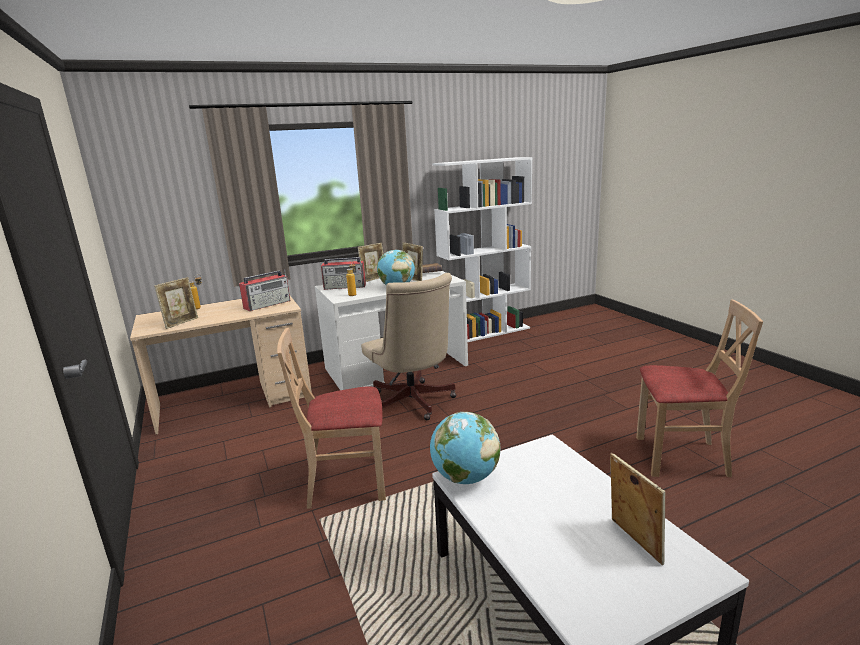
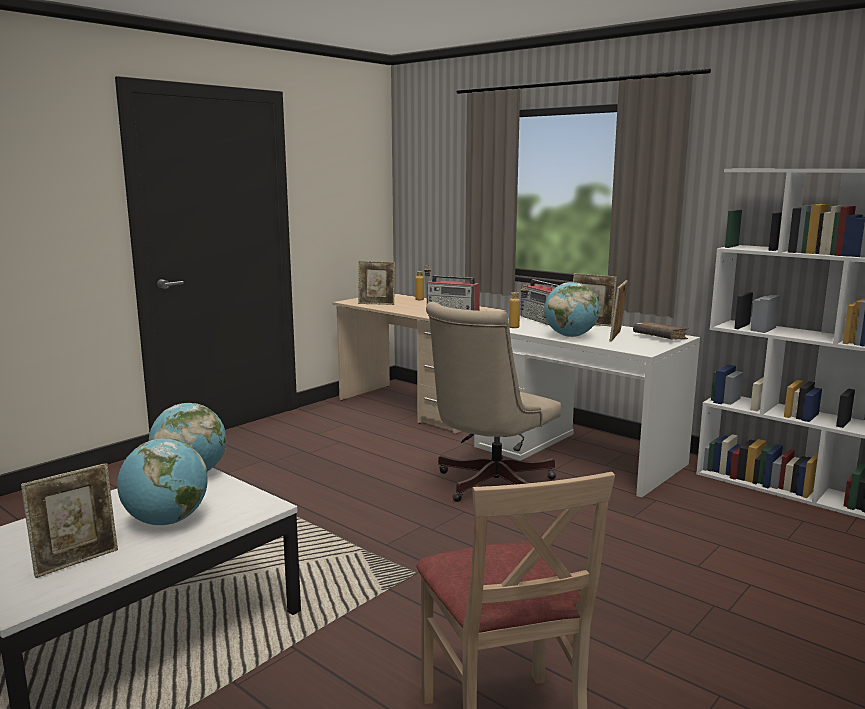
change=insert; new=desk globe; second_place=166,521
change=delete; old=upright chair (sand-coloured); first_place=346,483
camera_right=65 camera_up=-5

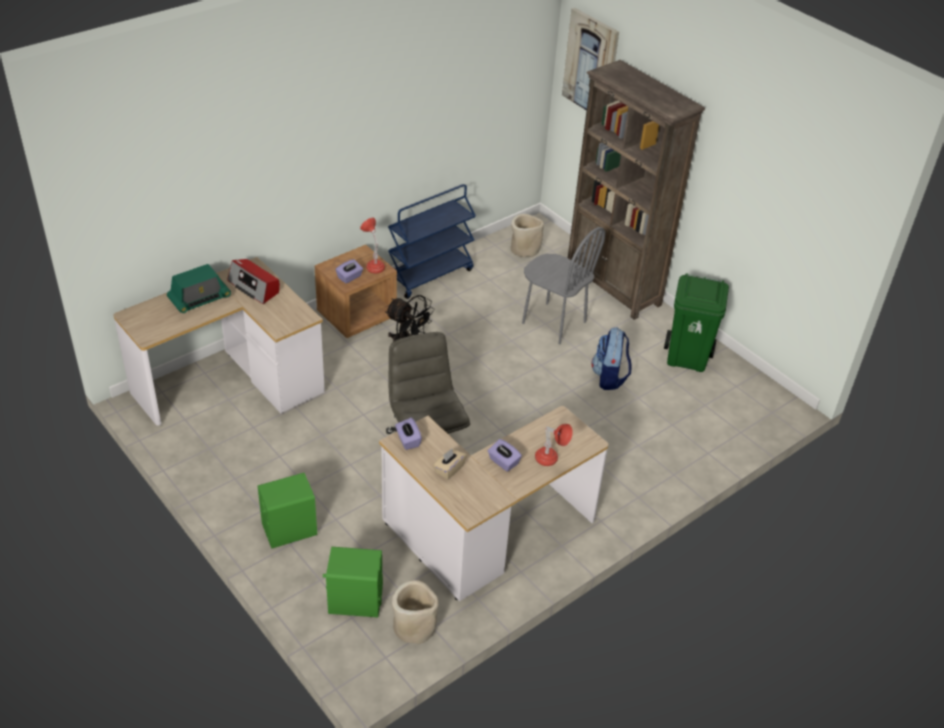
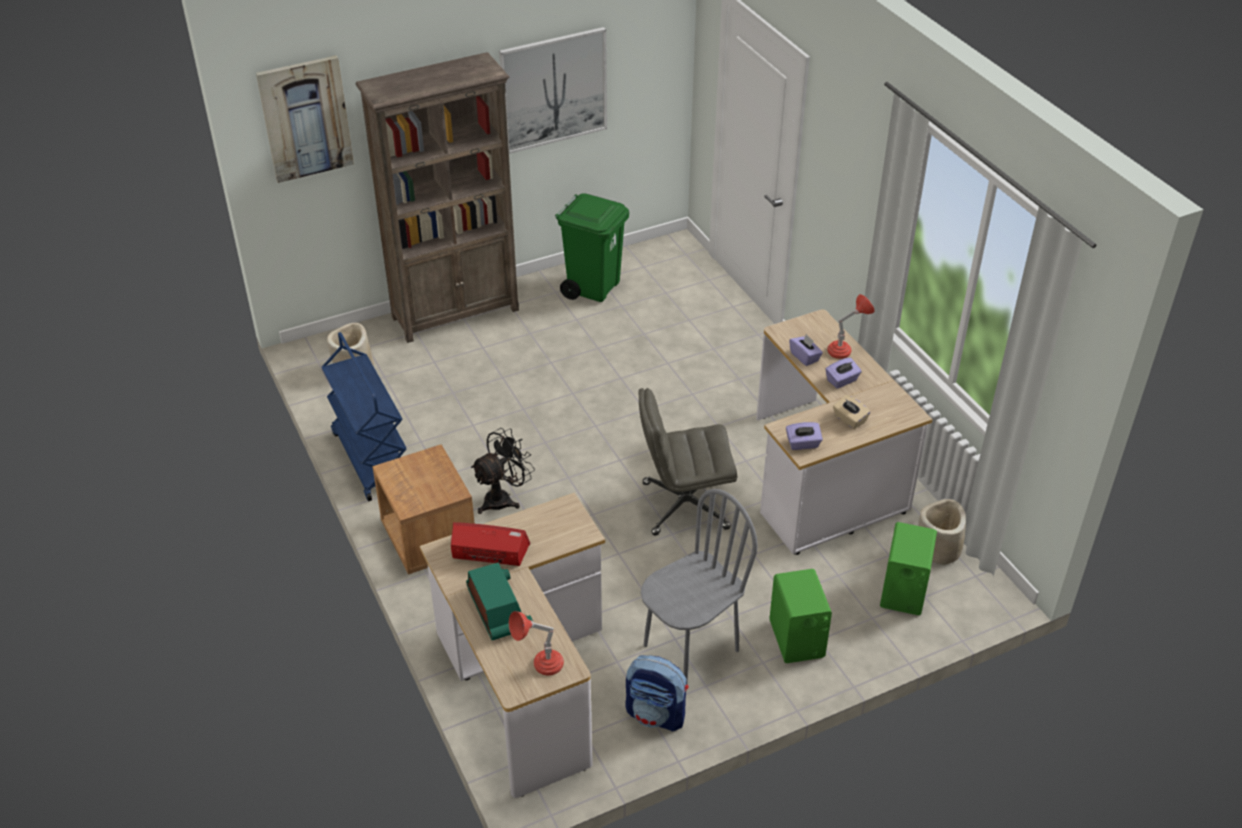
change=rotate; old=radio; first_place=254,287; second_place=489,552; degrees=-135
change=insert; new=wall picture; second_place=553,90
change=move; old=lamp for a table (red-coloured); first_place=373,265; second_place=539,666
change=move; old=rucksack; first_place=609,377; second_place=656,714
change=move; old=upright chair (gray); first_place=553,323; second_place=690,647
change=move; old=tissue holder (purplish); first_place=349,277; second_place=805,357
camera_right=-75 camera_up=0

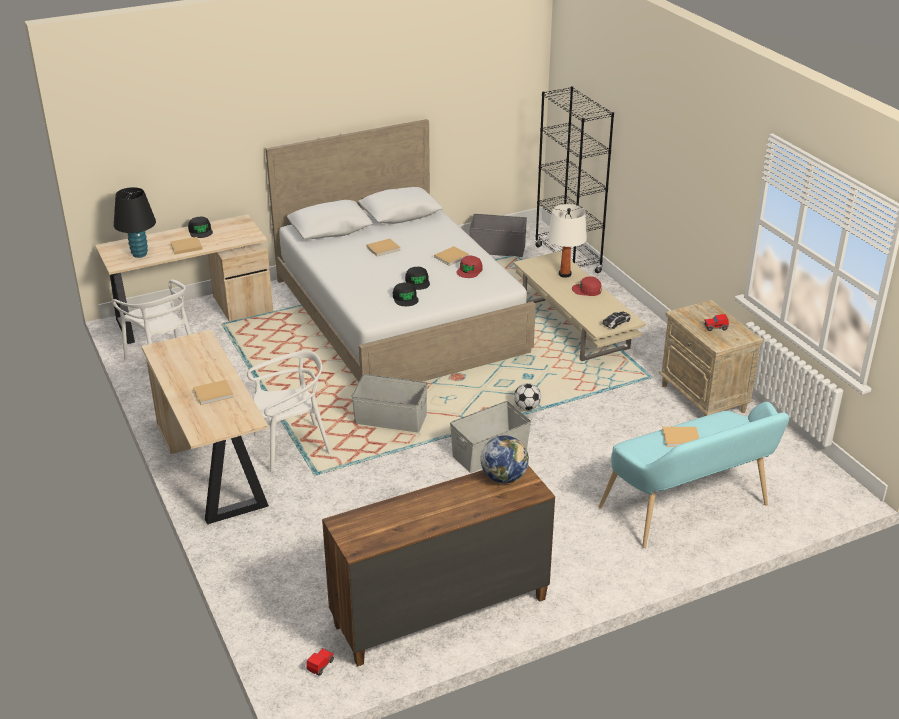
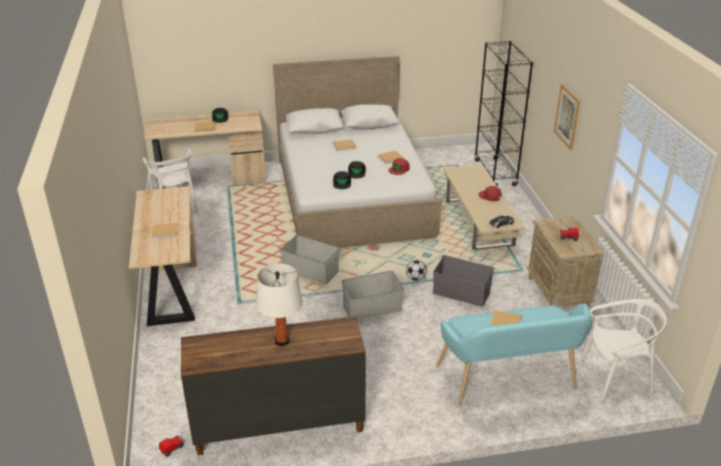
change=move; old=lamp for a table (white); first_place=565,274; second_place=282,341
change=move; old=storage box (gray); first_place=497,249; second_place=461,293
change=insert; new=wall picture; second_place=567,116
change=move; old=upright chair (white); first_place=291,446; second_place=615,378
change=delete; old=lamp for a table (black); first_place=139,254
change=delete; old=desk globe; first_place=504,477
camera_right=15 camera_up=0

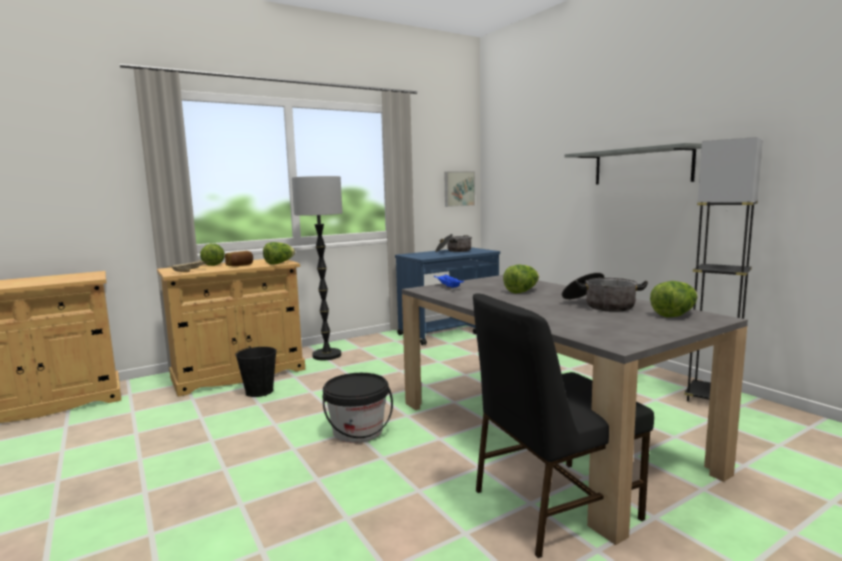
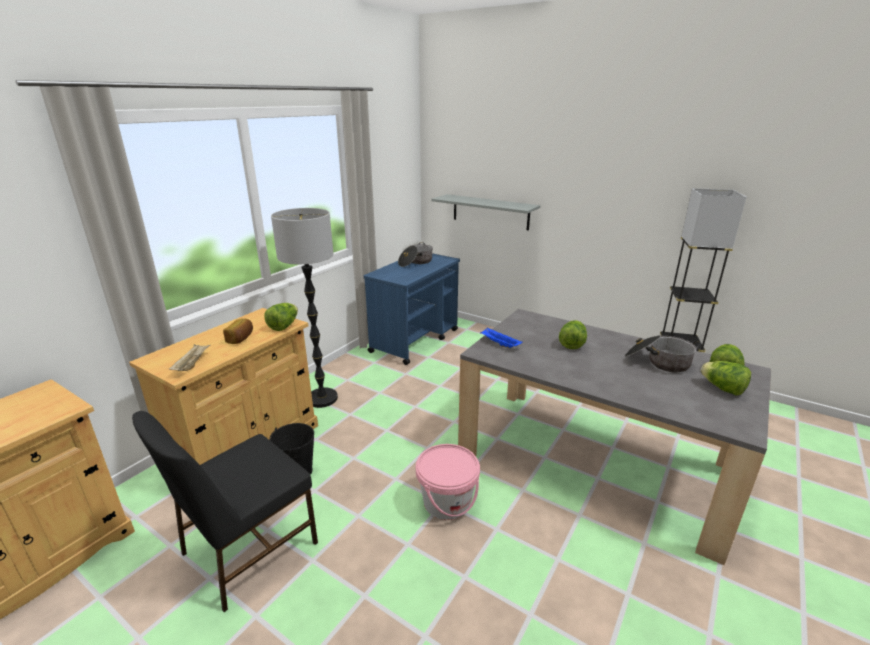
change=move; old=upright chair (black); first_place=552,504; second_place=247,549
change=recolor; old=water bucket (black); new=water bucket (pink); first_place=358,431; second_place=447,501
change=move; old=wall shelf (gray); first_place=641,166; second_place=490,212
change=move; old=lettuce head; first_place=213,264; second_place=722,389
change=delete; old=wall picture; first_place=458,189
camera_right=-25 camera_up=15

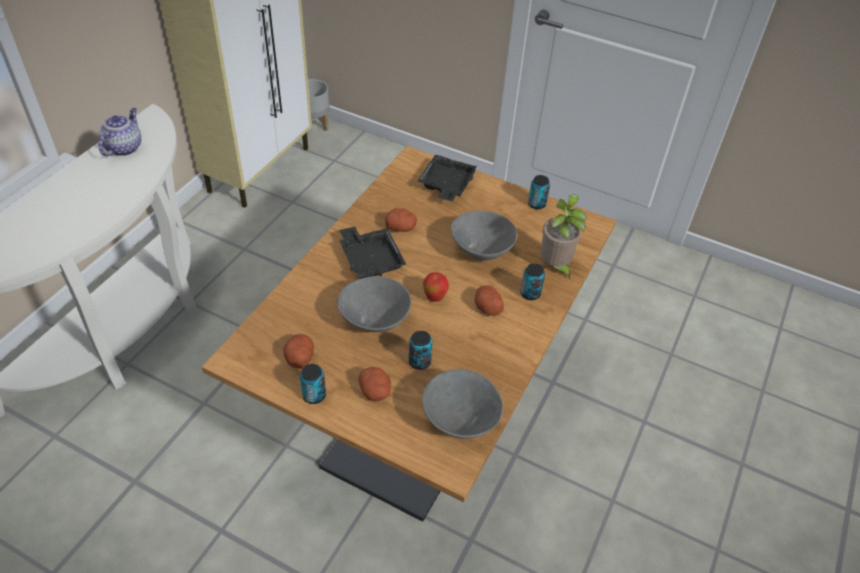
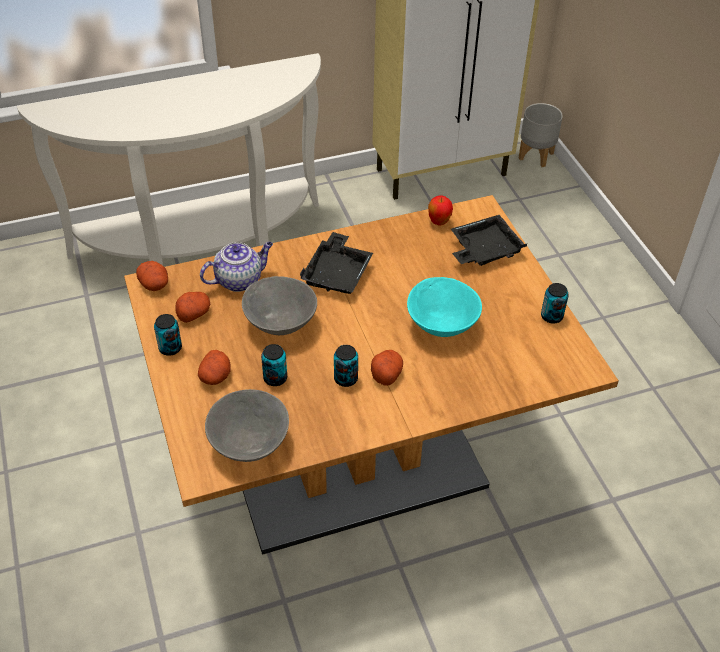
change=move; old=whole potato; first_place=401,227; second_place=155,284
change=move; old=pot for tea; first_place=124,147; second_place=239,280
change=move; old=can; first_place=530,294; second_place=346,379
change=recolor; old=bowl (gray); new=bowl (turquoise-coloured); first_place=481,251; second_place=442,324
change=move; old=apple; first_place=435,298; second_place=439,222
change=delete; old=plant in a pot; first_place=555,267
camera_right=45 camera_up=0

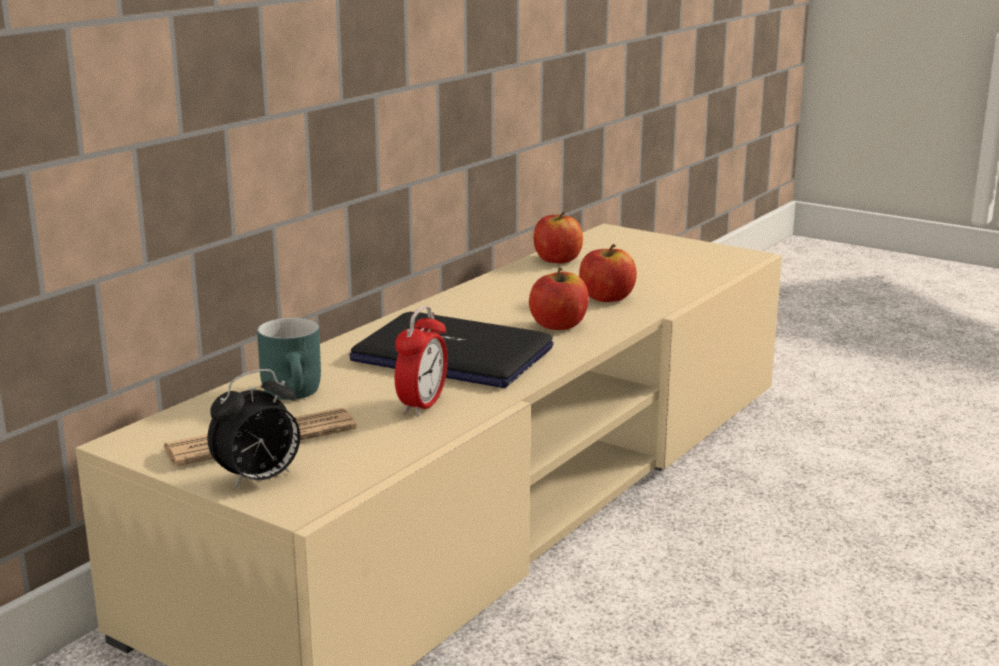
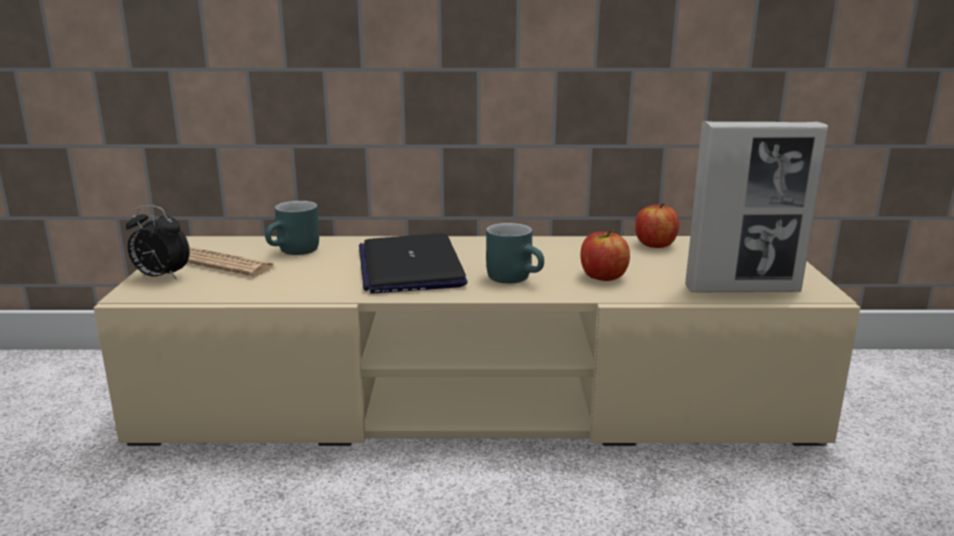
change=replace; old=apple; new=mug (turquoise-coloured); first_place=558,325; second_place=516,277
change=insert; new=picture frame; second_place=743,289
change=delete; old=alarm clock; first_place=422,405
camera_right=55 camera_up=0

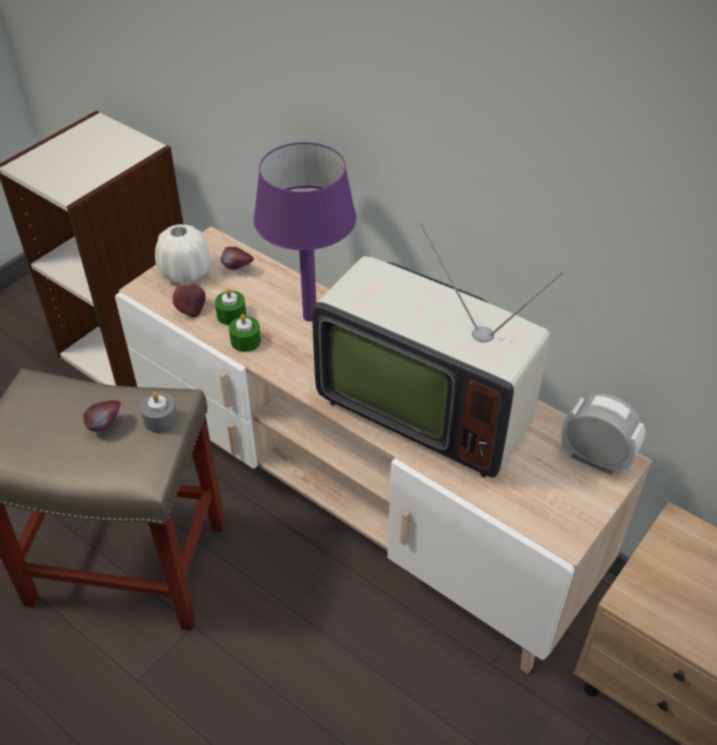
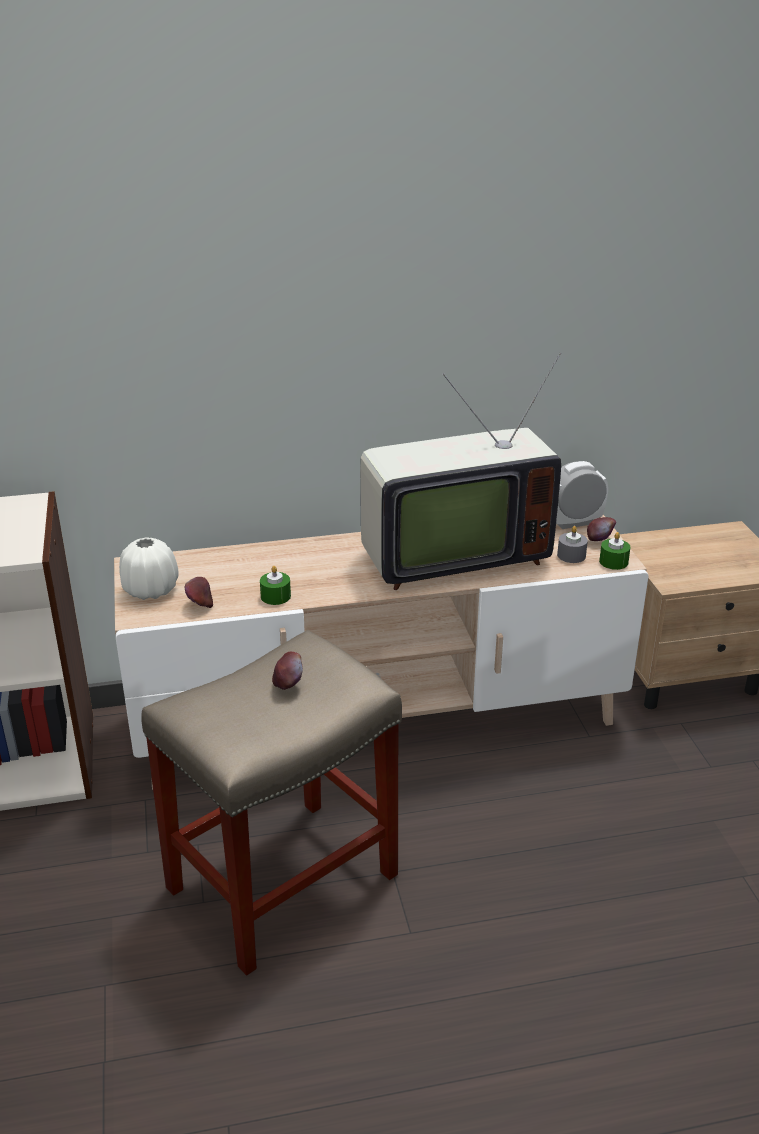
change=move; old=wax candle (gray); first_place=161,420; second_place=571,555
change=move; old=apple; first_place=238,269; second_place=599,540
change=move; old=wax candle (greenish); first_place=231,315; second_place=613,562
change=delete; old=lamp for a table (purplish); first_place=310,316
camera_right=-50 camera_up=-15

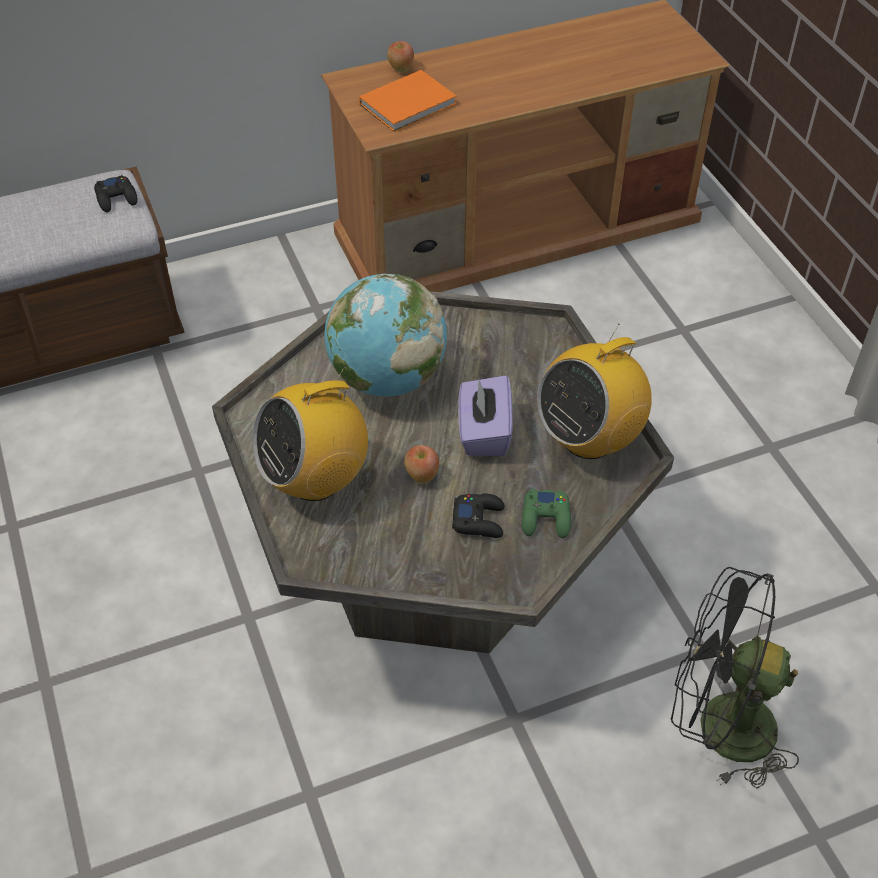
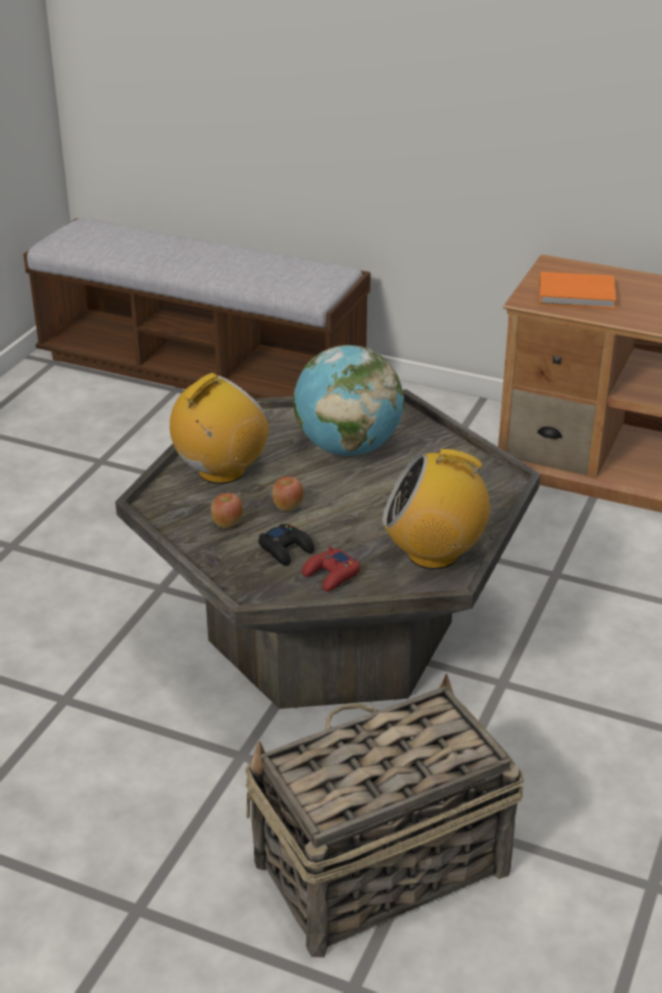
change=rotate; old=radio; first_place=315,479; second_place=221,471; degrees=120
change=move; old=apple; first_place=400,68; second_place=227,523
change=replace; old=cooling fan (black); new=basket; first_place=718,726; second_place=378,868
change=recolor; old=gamepad (greenish); new=gamepad (red-coloured); first_place=546,518; second_place=331,575
change=delete; old=gamepad (black); first_place=117,198
change=delete; old=tissue holder (purplish); first_place=484,433
camera_right=45 camera_up=-15

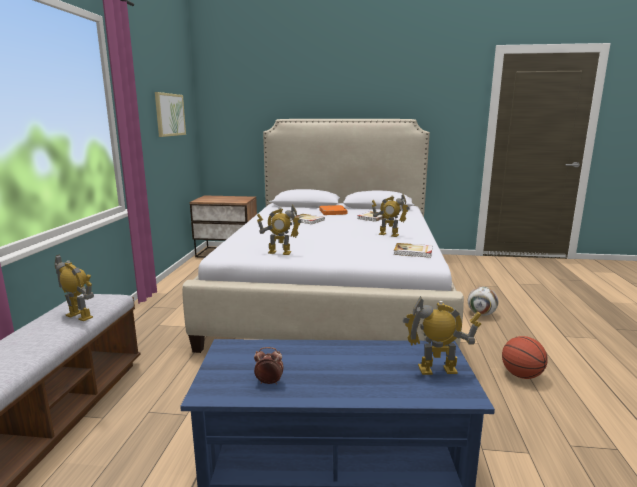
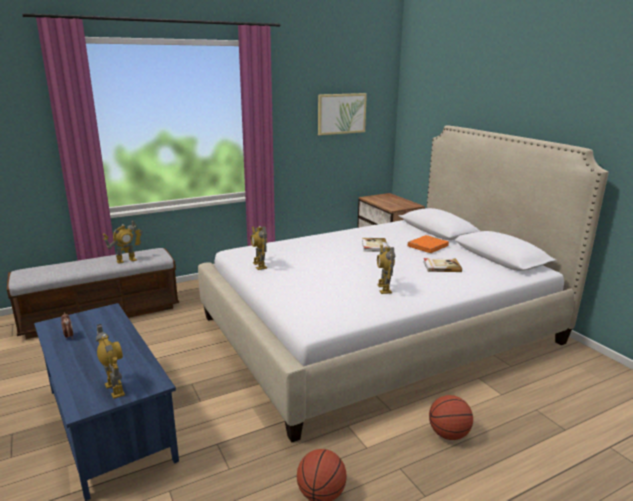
change=rotate; old=toy robot; first_place=79,316; second_place=126,260; degrees=60
change=replace; old=football; new=basketball ball; first_place=481,314; second_place=448,434
change=delete; old=book; first_place=413,252
camera_right=55 camera_up=5

